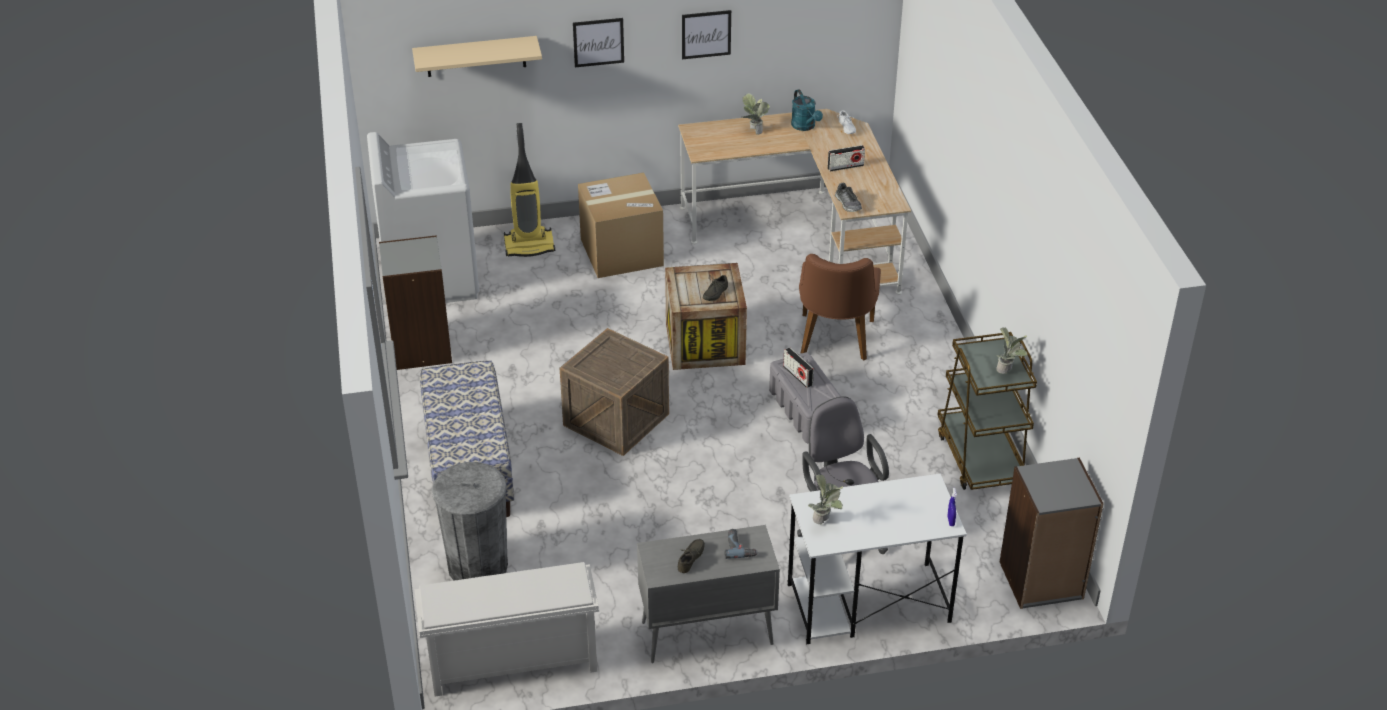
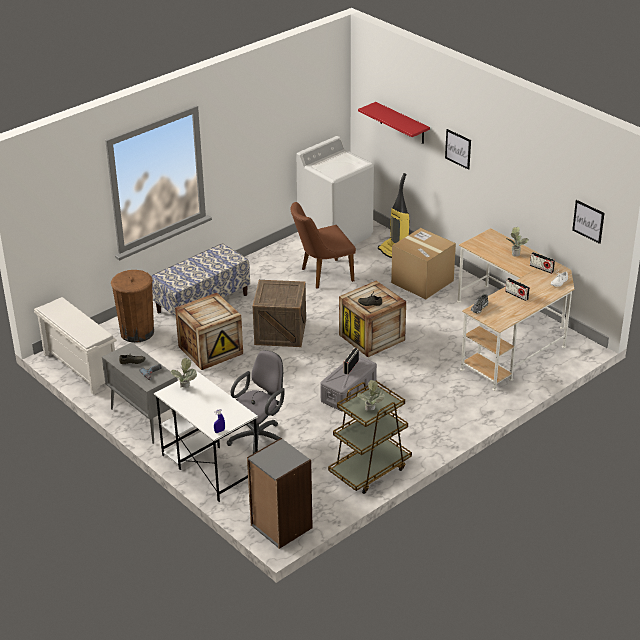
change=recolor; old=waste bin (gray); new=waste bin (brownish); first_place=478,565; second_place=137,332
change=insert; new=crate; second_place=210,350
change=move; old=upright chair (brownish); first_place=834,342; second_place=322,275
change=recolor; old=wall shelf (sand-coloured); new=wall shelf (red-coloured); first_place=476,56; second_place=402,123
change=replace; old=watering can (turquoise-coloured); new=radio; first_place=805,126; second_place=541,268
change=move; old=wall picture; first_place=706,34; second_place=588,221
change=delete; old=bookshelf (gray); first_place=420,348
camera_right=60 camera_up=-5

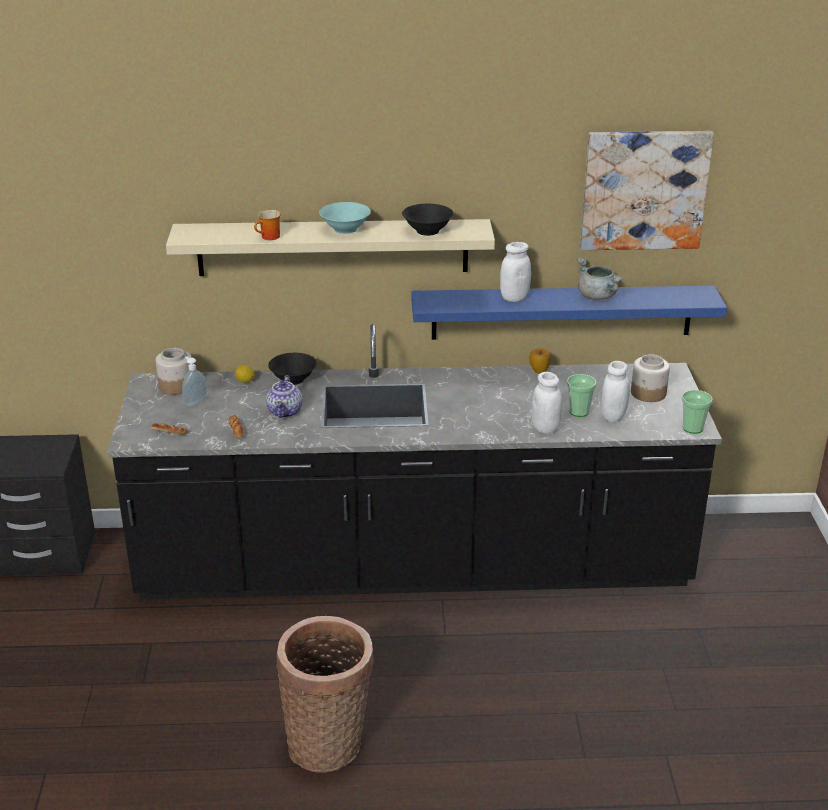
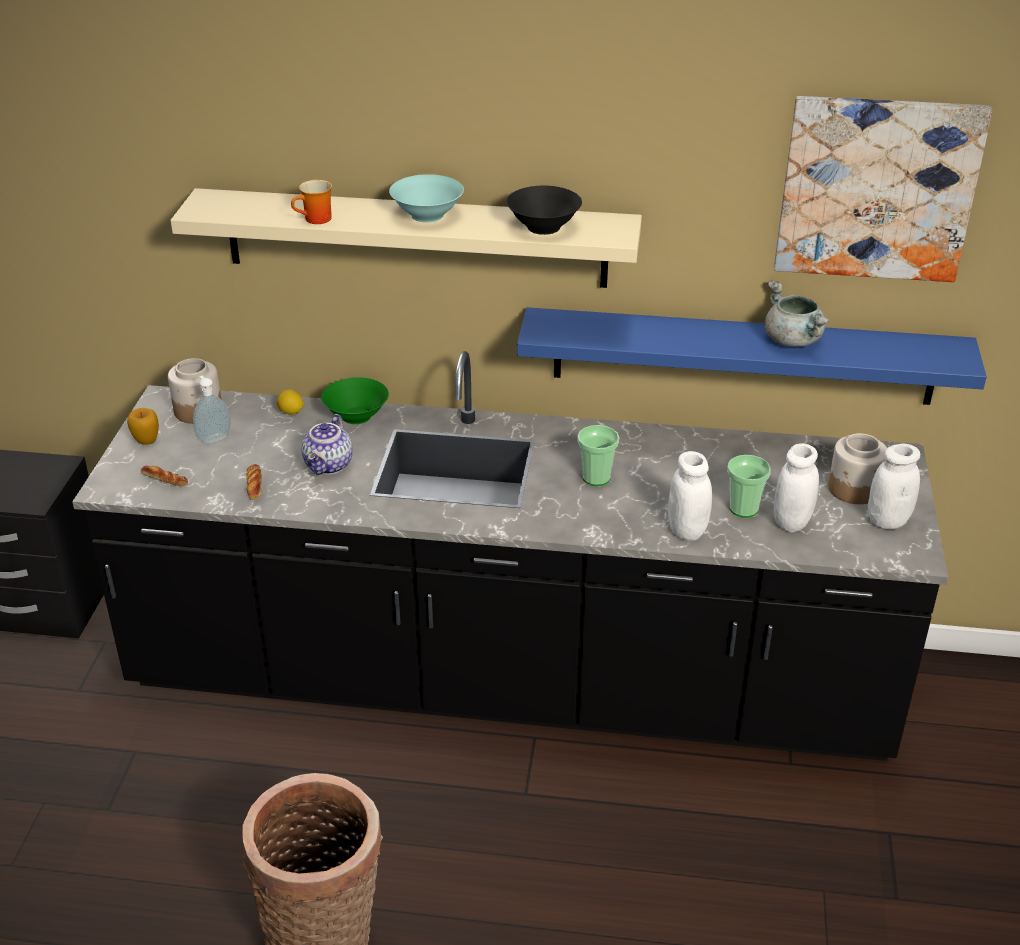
change=move; old=apple; first_place=539,371; second_place=146,441
change=recolor; old=bowl (black); new=bowl (greenish); first_place=294,379; second_place=357,416
change=move; old=cup; first_place=692,428; second_place=596,477
change=move; old=preserve jar (white); first_place=514,298; second_place=887,521
camera_right=10 camera_up=5

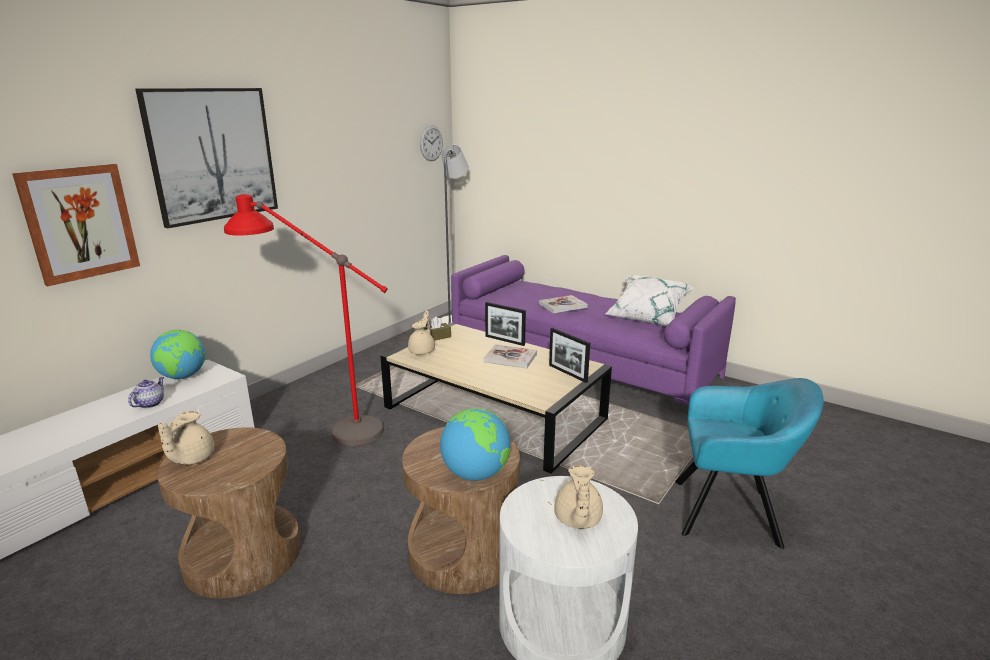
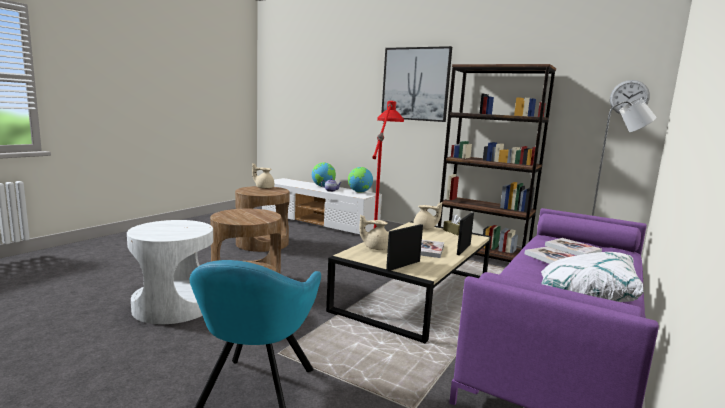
change=move; old=desk globe; first_place=475,474; second_place=323,186
change=move; old=pot for tea (sand-coloured); first_place=577,520; second_place=375,248
change=insert; new=bookshelf (brownish); second_place=482,256
change=insert; new=book; second_place=572,249
change=delete; old=wall picture; first_place=80,223
camera_right=85 camera_up=-10

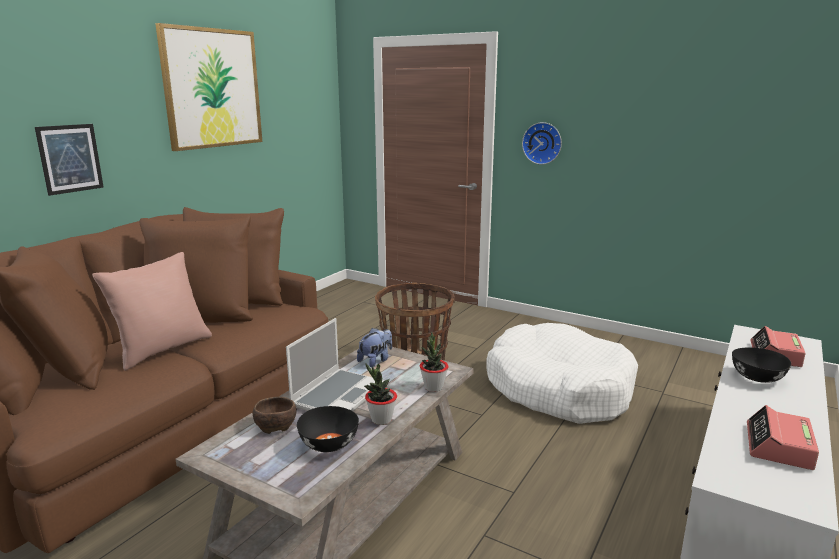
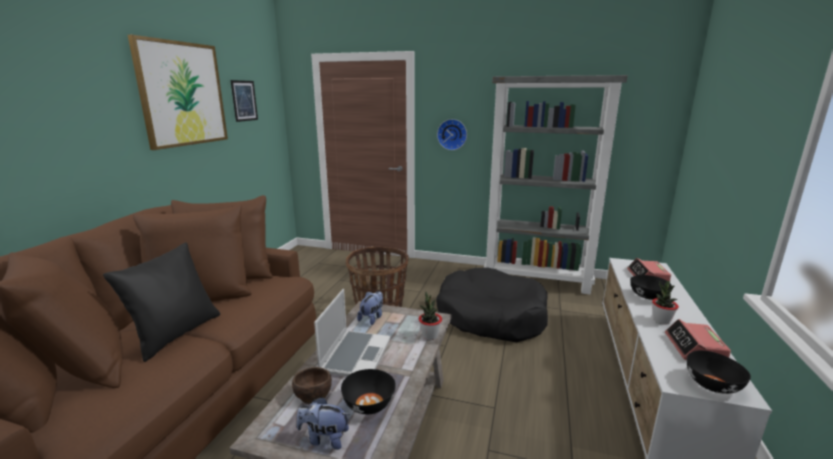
change=recolor; old=throw pillow (pink); new=throw pillow (black); first_place=162,349; second_place=176,334
change=move; old=wall picture; first_place=70,158; second_place=244,100
change=insert; new=plush toy; second_place=324,438
change=recolor; old=dog bed (white); new=dog bed (black); first_place=558,388; second_place=490,316
change=insert; new=bookshelf (gray); second_place=537,280
change=move; old=plant in a pot; first_place=381,420; second_place=661,321
change=insert; new=bowl (black); second_place=711,384
camera_right=-15 camera_up=0

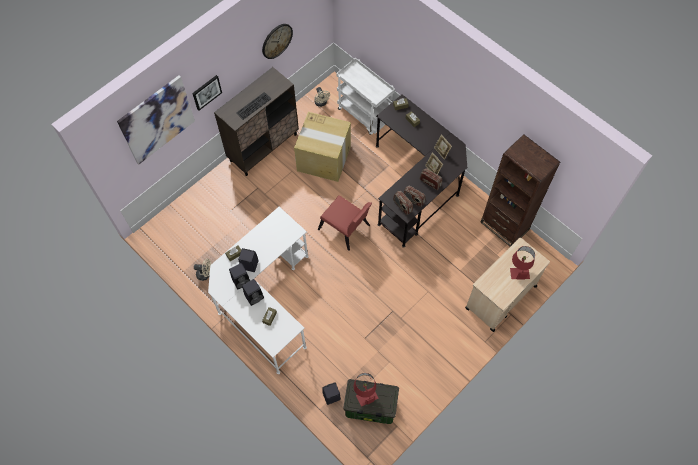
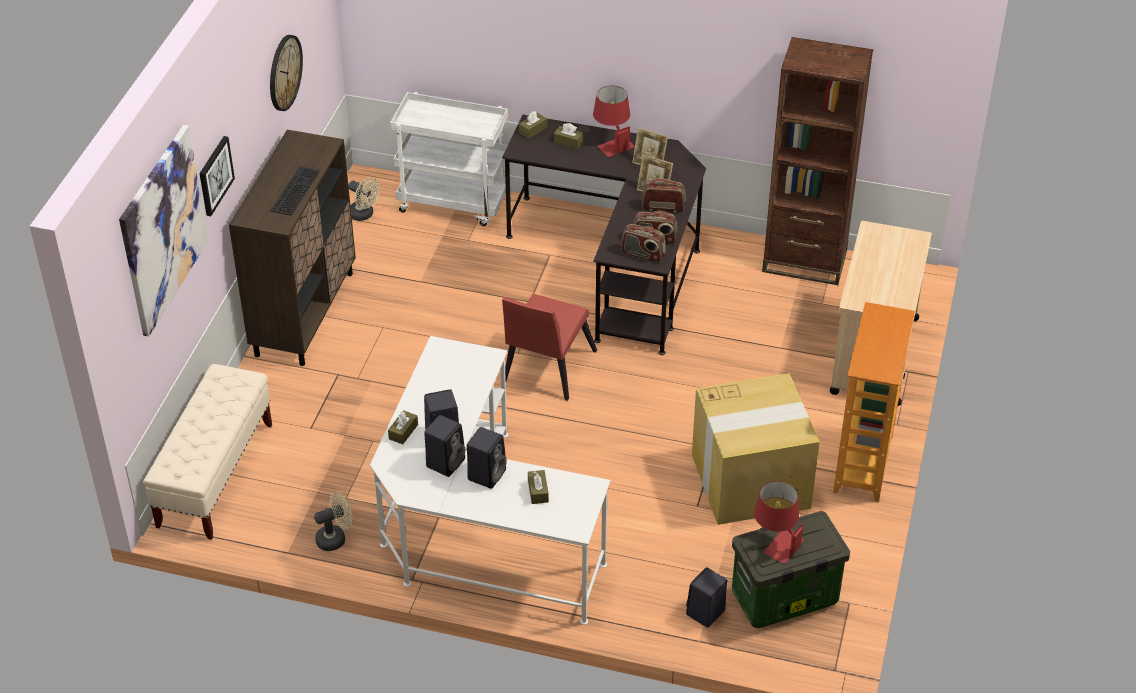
change=insert; new=indoor bench (sand-coloured); second_place=215,475
change=rotate; old=upright chair (red-coloured); first_place=346,230; second_place=545,370; degrees=105
change=move; old=lamp for a table (red-coloured); first_place=519,269; second_place=612,142
change=move; old=carton; first_place=324,158; second_place=752,481
change=insert; new=bookshelf; second_place=864,464
camera_right=-30 camera_up=-20

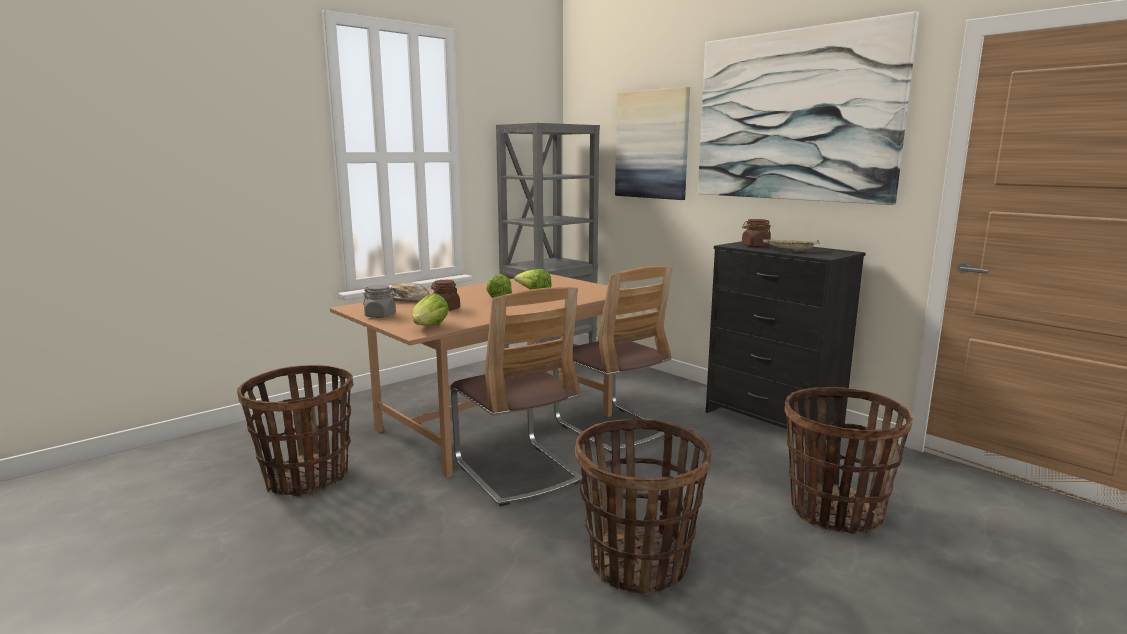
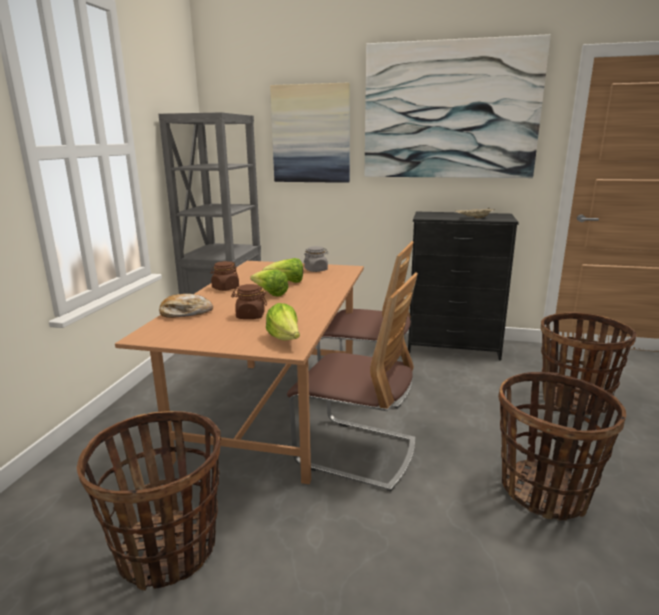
change=move; old=preserve jar (brownish); first_place=755,246; second_place=225,288
change=move; old=preserve jar (gray); first_place=380,316; second_place=316,270
camera_right=-35 camera_up=5

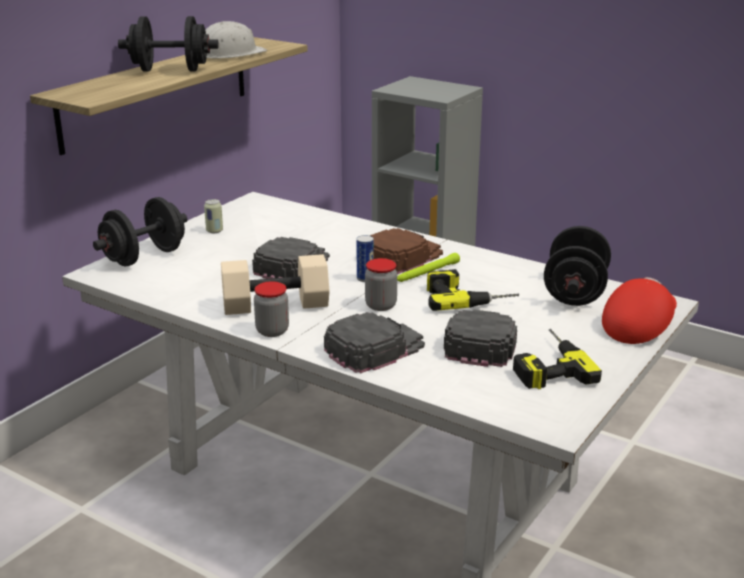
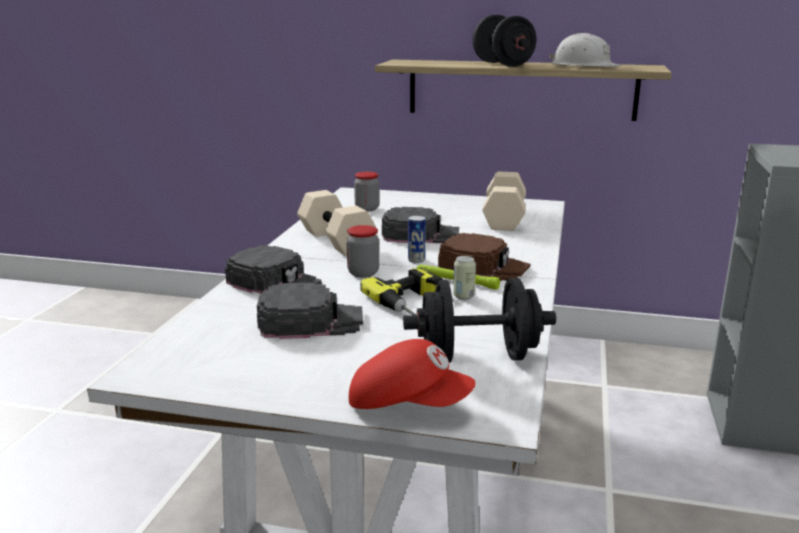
change=move; old=preserve jar; first_place=272,331; second_place=367,208
change=move; old=can; first_place=214,231; second_place=463,296
change=insert; new=free weight (sand-coloured); second_place=505,218
change=delete; old=free weight (black); first_place=144,257
change=delete; old=electric drill; first_place=546,364
camera_right=70 camera_up=-5

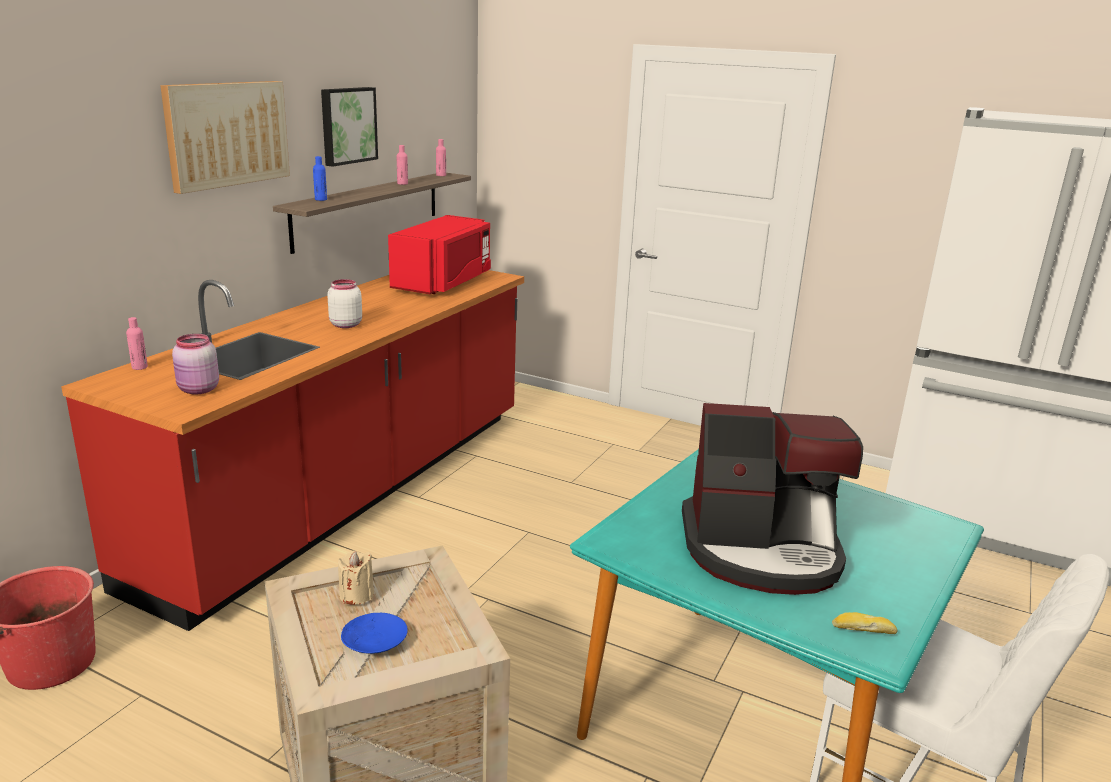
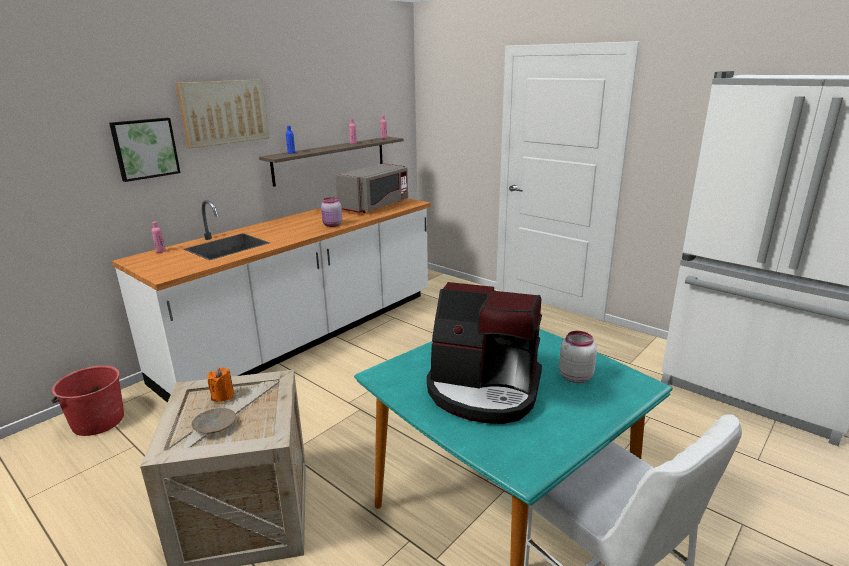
change=move; old=wall picture; first_place=347,125; second_place=145,148
change=recolor; old=kitchen base unit (red-coloured); new=kitchen base unit (white); first_place=350,492; second_place=308,335
change=recolor; old=flat dish (bluish); new=flat dish (sand-coloured); first_place=374,640; second_place=214,425
change=recolor; old=wax candle (sand-coloured); new=wax candle (orange-coloured); first_place=356,595; second_place=223,396
change=move; old=preserve jar (pink); first_place=198,390; second_place=332,225
change=recolor; old=microwave oven (red-coloured); new=microwave oven (gray); first_place=443,283; second_place=375,206
change=move; old=preserve jar (white); first_place=345,324; second_place=574,376
change=delete; old=baked bread; first_place=863,629
camera_right=15 camera_up=0

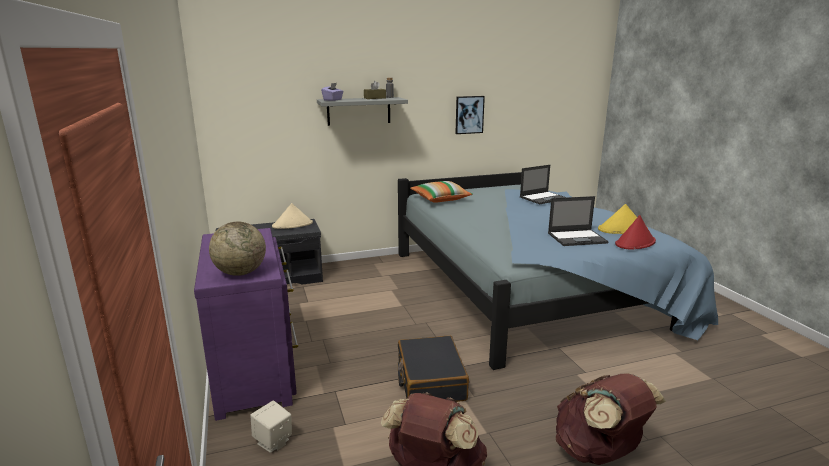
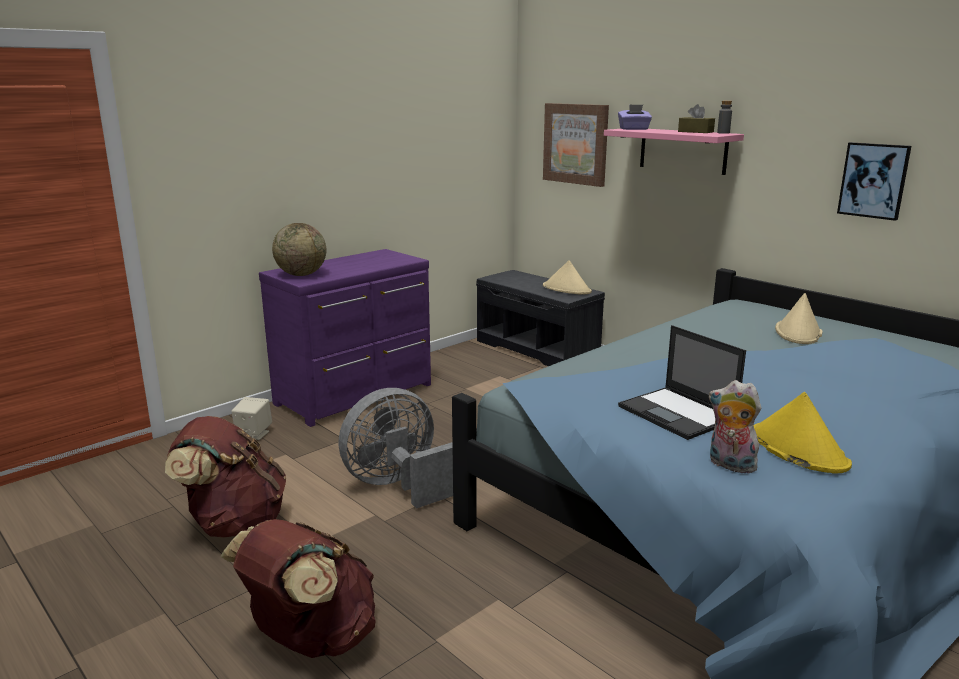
change=replace; old=travel case (black); new=cooling fan (gray); first_place=430,380; second_place=399,485
change=insert; new=wall picture; second_place=576,144
change=recolor; old=wall shelf (gray); new=wall shelf (pink); first_place=359,111; second_place=683,150
change=replace; old=clothing hat (red-coloured); new=plush toy; first_place=635,243; second_place=729,465
change=insert; new=clothing hat (sand-coloured); second_place=798,332
change=delete; old=throw pillow; first_place=440,199
change=delete; old=laptop; first_place=543,198
camera_right=65 camera_up=0

